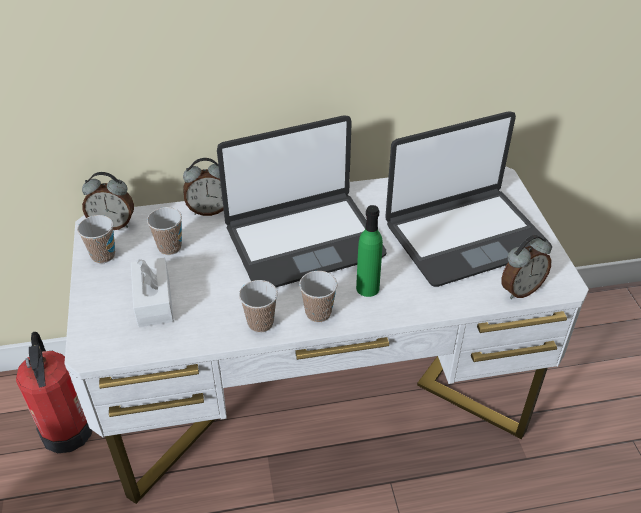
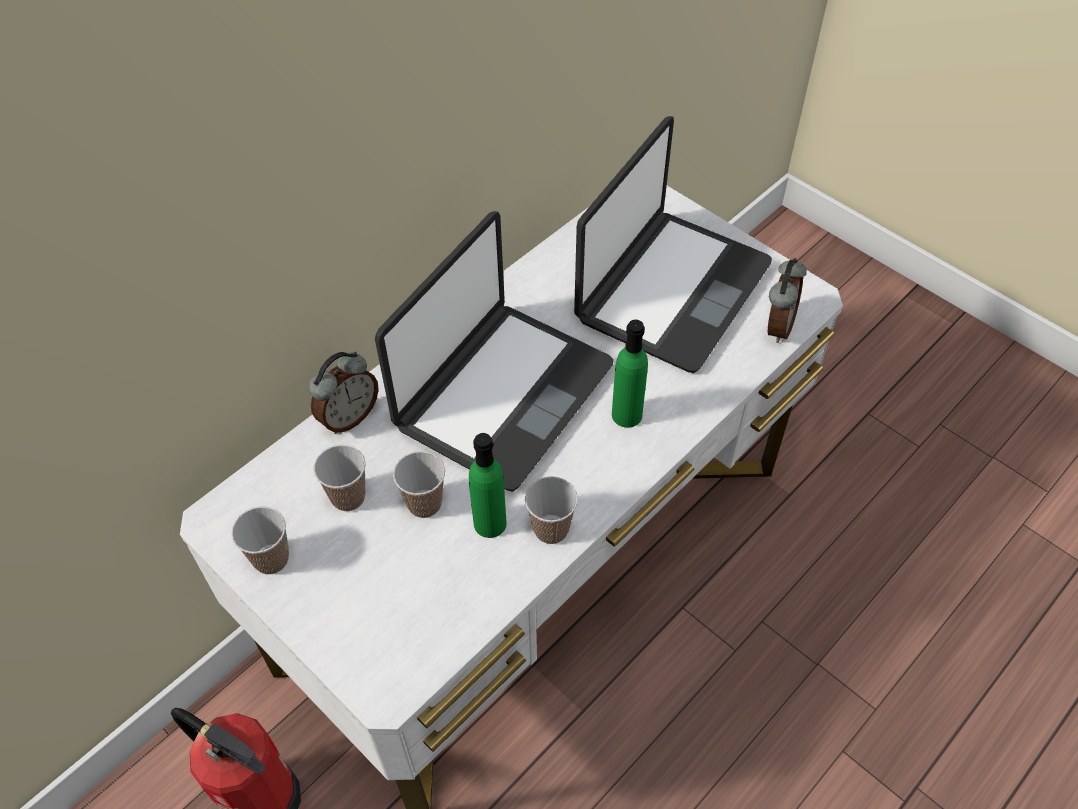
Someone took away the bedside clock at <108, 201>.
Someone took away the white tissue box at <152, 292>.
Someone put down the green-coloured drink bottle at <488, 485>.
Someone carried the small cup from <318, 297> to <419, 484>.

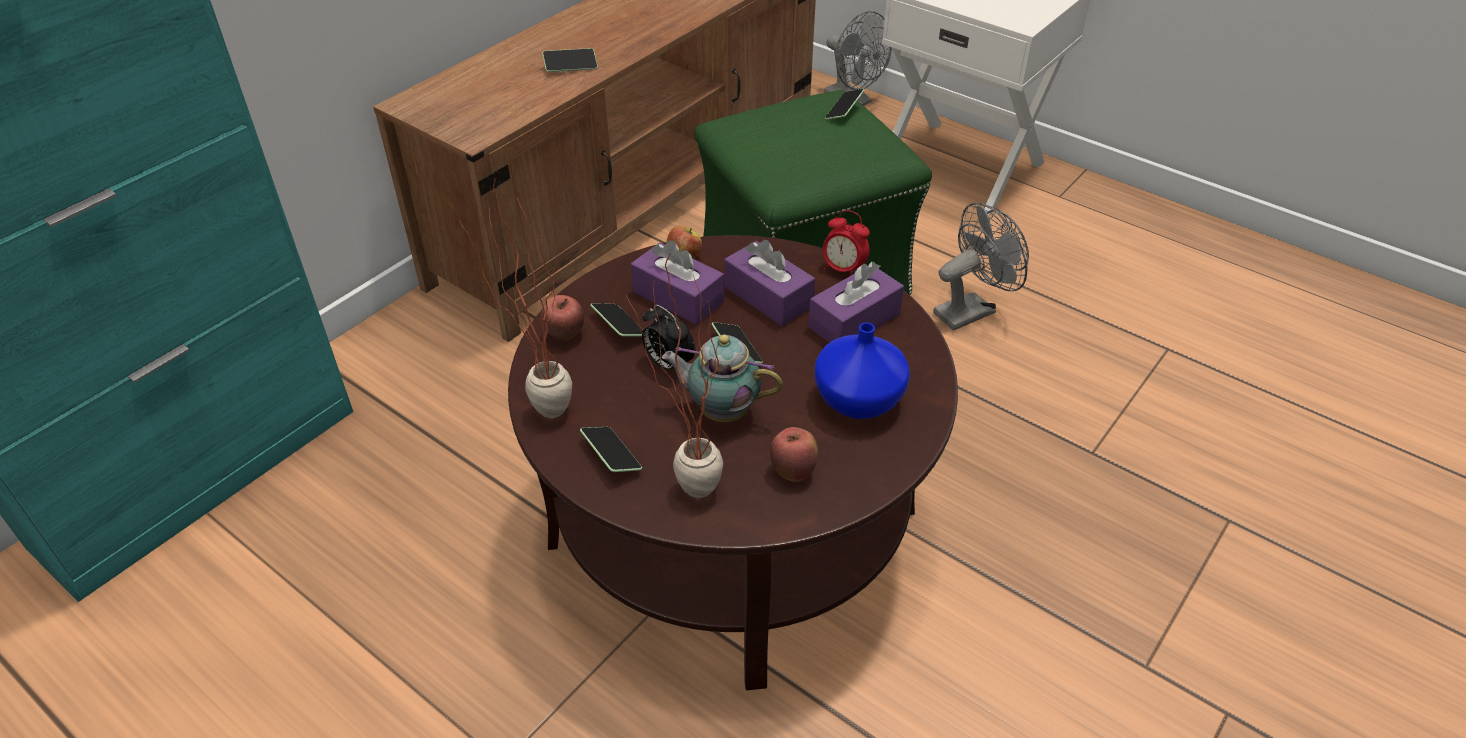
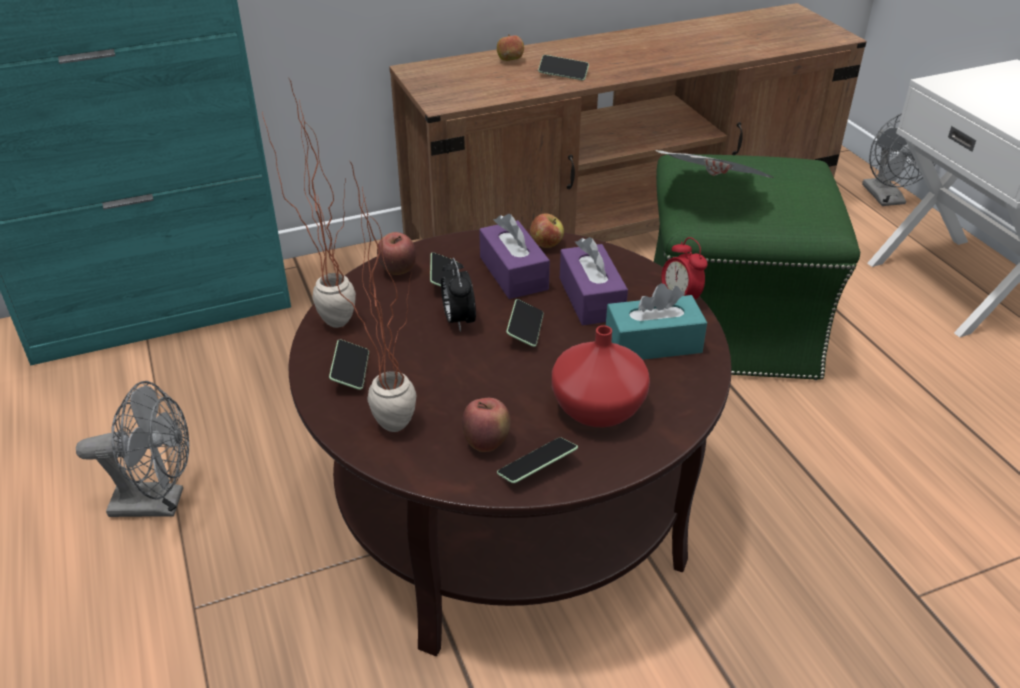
Someone took away the teapot at <722, 378>.
Someone put down the apple fruit at <510, 47>.
Someone put down the printed paper at <714, 164>.
Someone carried the phone from <845, 104> to <537, 460>.
Someone carried the grey electric fan from <981, 266> to <132, 449>.
Someone repainted the purple tissue box at <856, 302>, which became the turquoise-coloured tissue box at <656, 321>.
Someone repainted the bluish decorative vase at <862, 370>, which became the red-coloured decorative vase at <601, 376>.

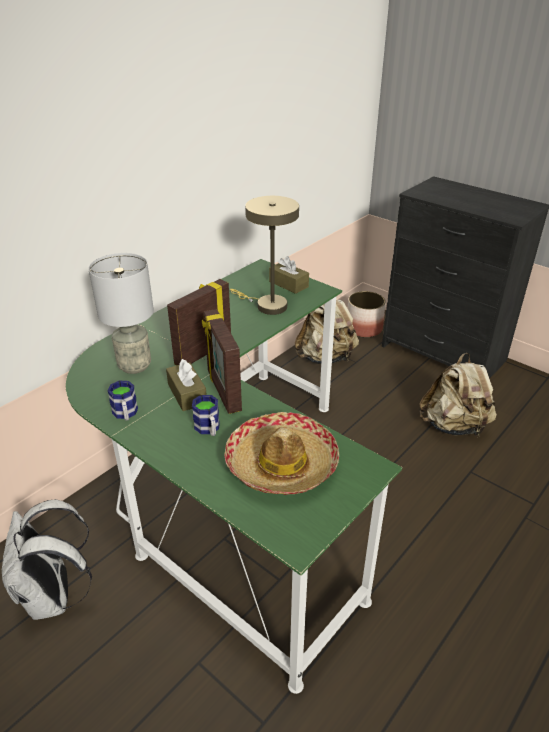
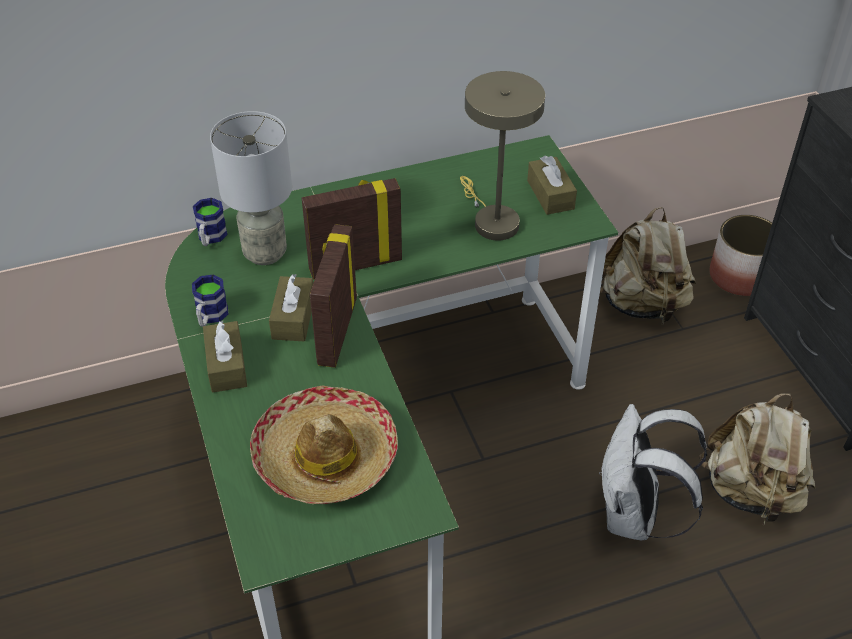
Someone put down the brown-coloured tissue box at <225, 357>.
Someone carried the white backpack from <47, 559> to <653, 472>.
Someone carried the tea mug from <206, 415> to <210, 222>.

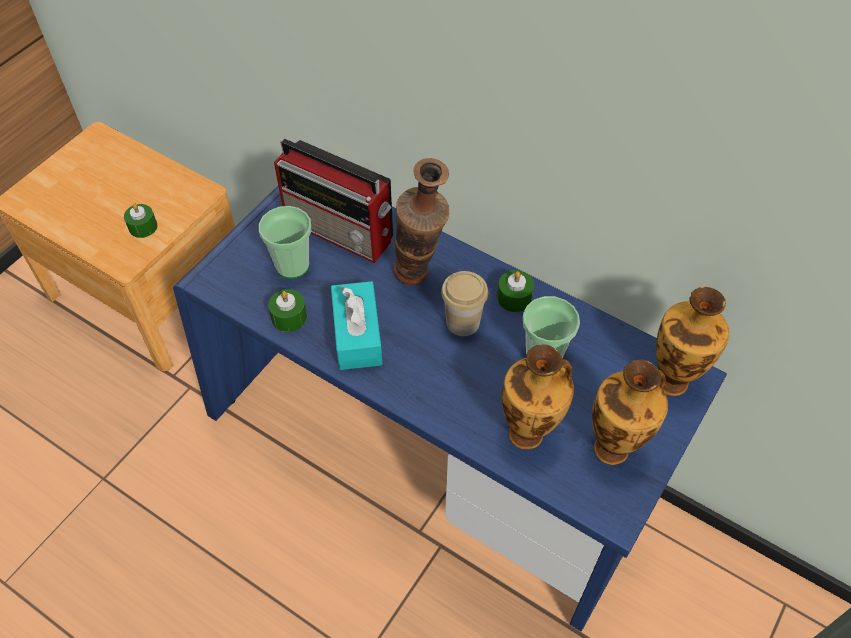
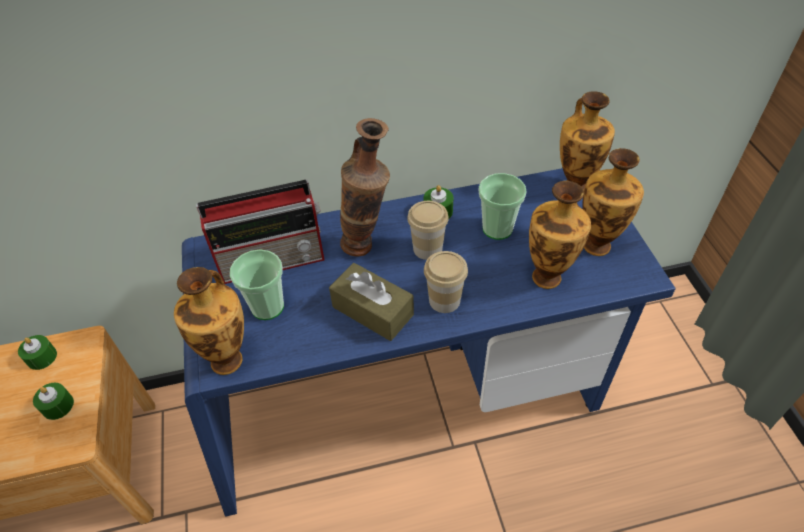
Someone put down the decorative vase at <209, 321>.
Someone put down the small cup at <446, 282>.
Someone carried the green-coloured wax light from <287, 310> to <37, 352>.
Someone repainted the turquoise-coloured tissue box at <357, 325>, which became the brown-coloured tissue box at <371, 302>.

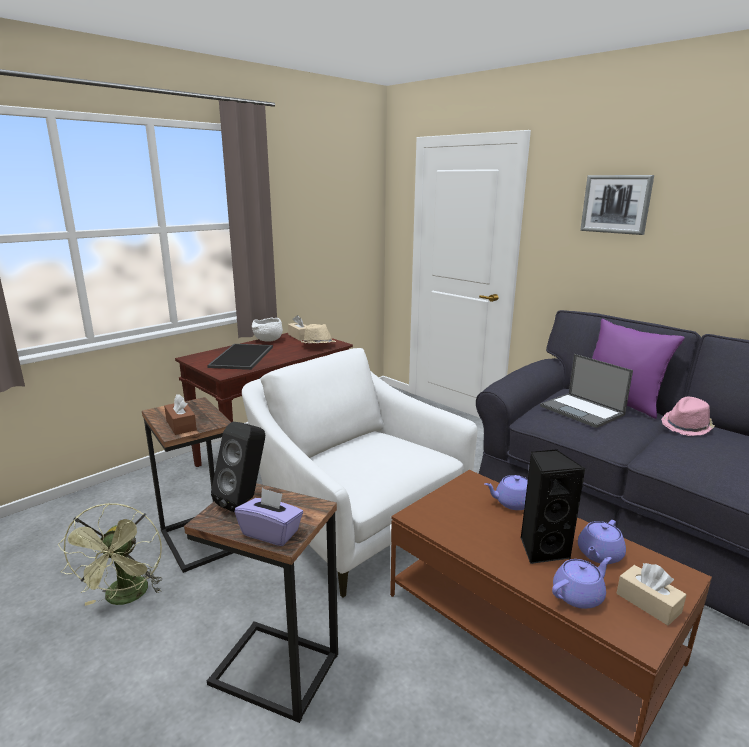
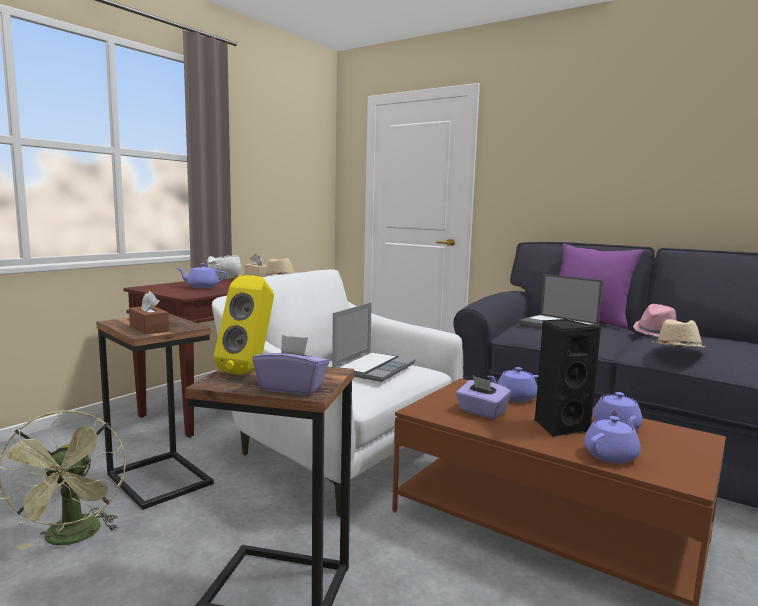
Someone took away the wall art at <617, 205>.
Someone took away the beige tissue box at <652, 594>.
Someone put down the laptop at <373, 342>.
Someone put down the purple tissue box at <483, 397>.
Someone put down the beige clothing hat at <679, 333>.
Someone swapped the carrying tray at <240, 357> for the purple teapot at <201, 275>.
Someone repainted the black audio speaker at <238, 467>, which became the yellowish audio speaker at <244, 325>.

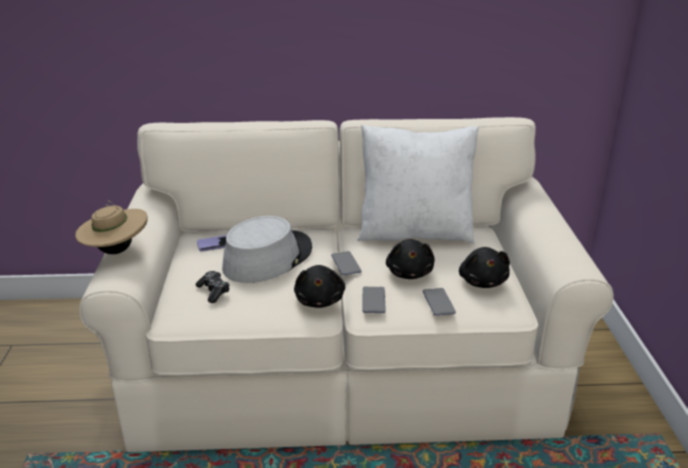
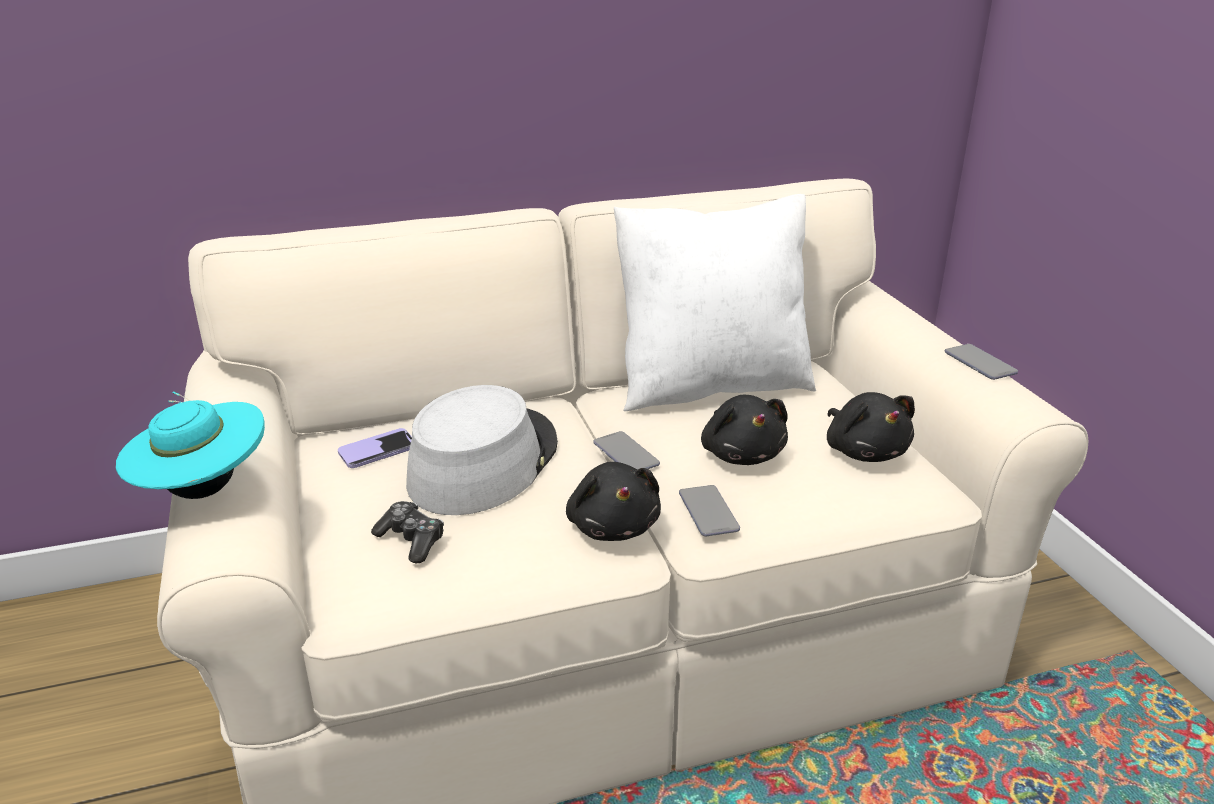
Someone carried the phone from <439, 302> to <981, 362>.
Someone repainted the beige clothing hat at <111, 227>, which became the turquoise-coloured clothing hat at <190, 445>.

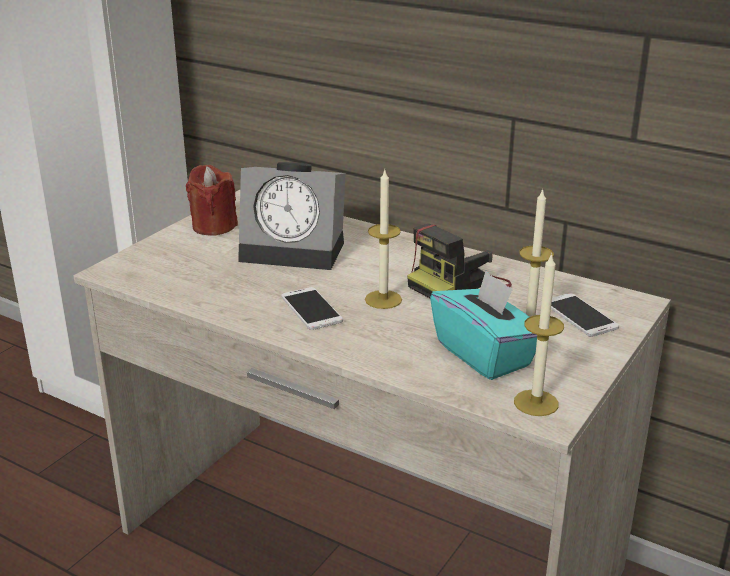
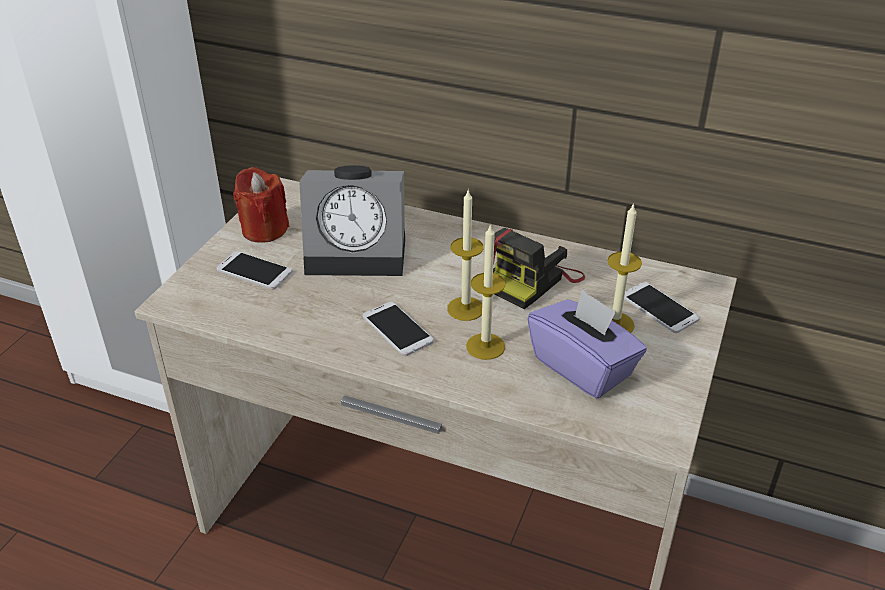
Someone put down the phone at <255, 270>.
Someone carried the wax light from <539, 334> to <486, 292>.
Someone repainted the turquoise-coloured tissue box at <483, 325>, which became the purple tissue box at <587, 344>.

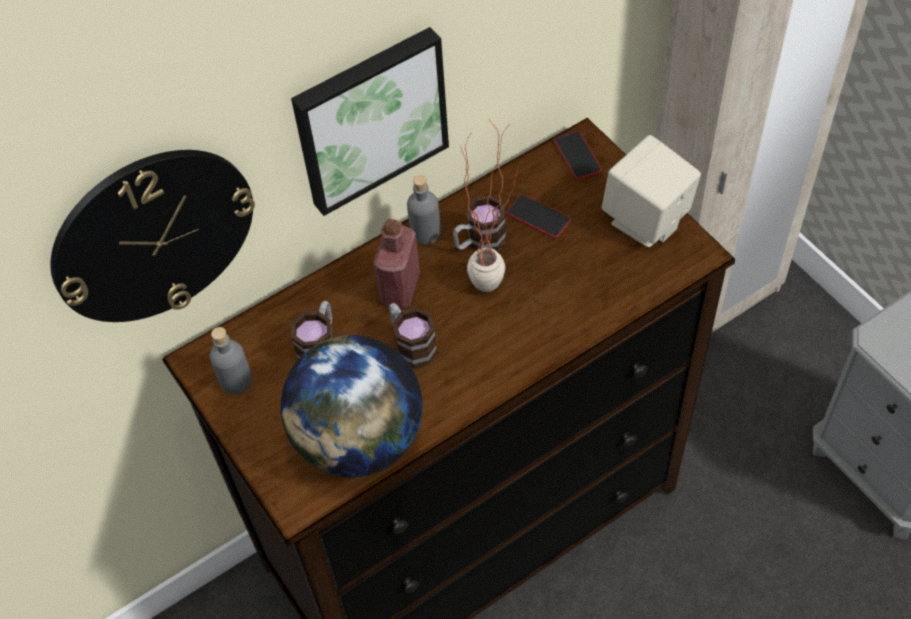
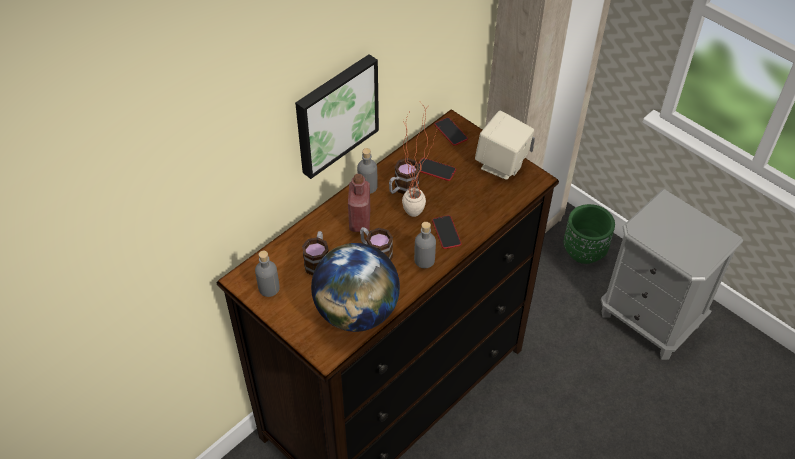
Someone took away the wall clock at <152, 236>.
Someone put down the grey drink bottle at <425, 245>.
Someone put down the phone at <447, 232>.
Someone put down the green-coloured planter at <589, 234>.

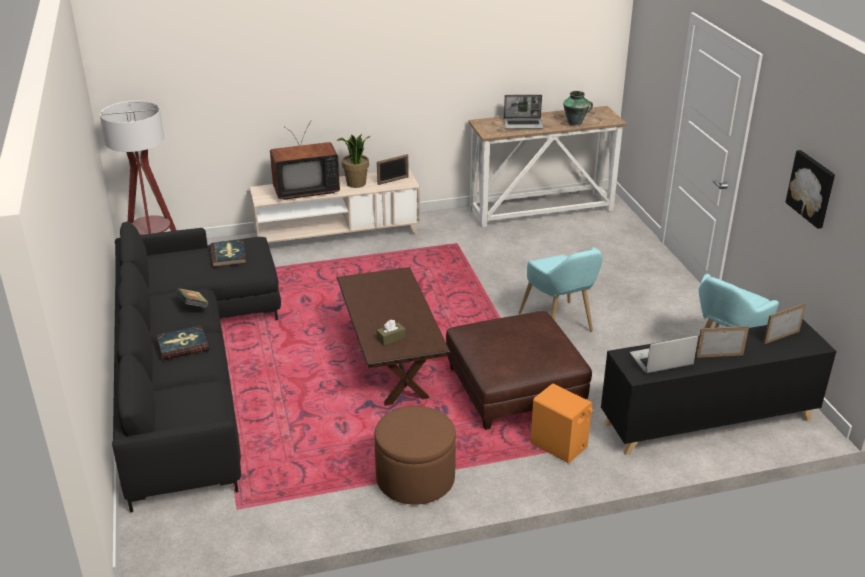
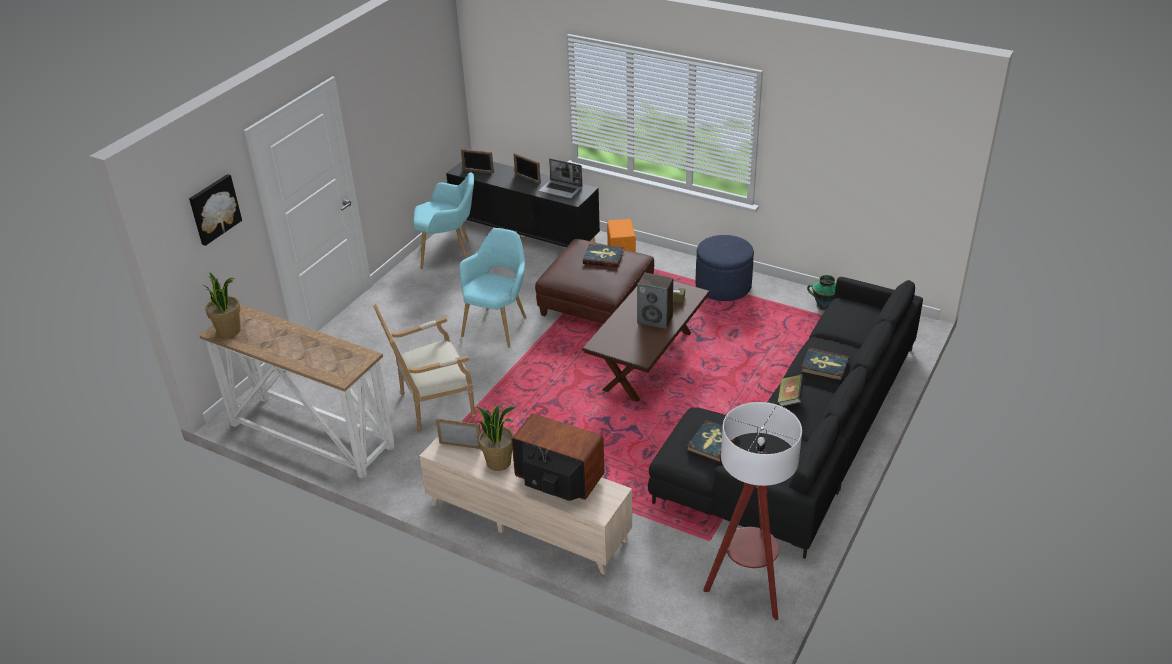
Someone took away the laptop at <523, 112>.
Someone put down the potted plant at <221, 305>.
Someone put down the armchair at <424, 368>.
Someone put down the book at <603, 255>.
Someone put down the audio speaker at <655, 301>.
Someone carried the decorative vase from <578, 109> to <821, 292>.
Someone carried the wall art from <810, 189> to <215, 210>.
Someone repainted the brown-coloured footrest at <415, 455>, which became the bluish footrest at <725, 268>.

